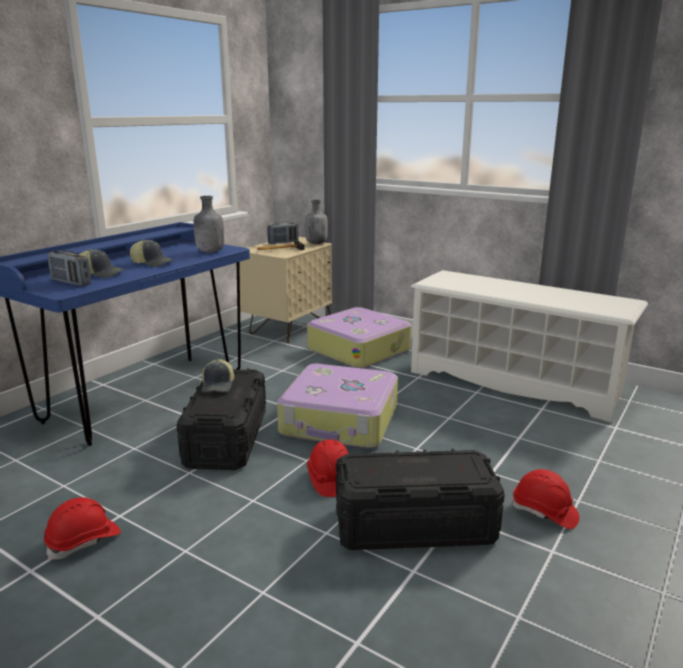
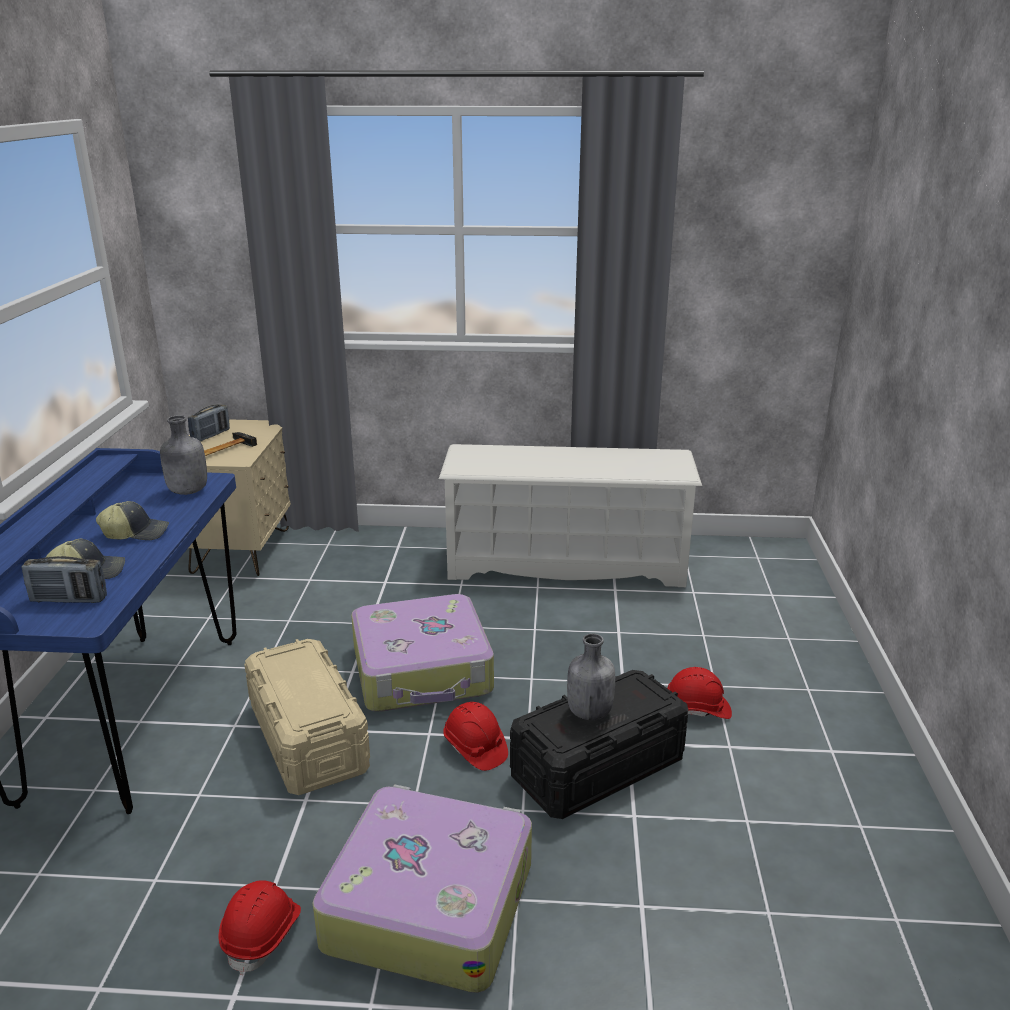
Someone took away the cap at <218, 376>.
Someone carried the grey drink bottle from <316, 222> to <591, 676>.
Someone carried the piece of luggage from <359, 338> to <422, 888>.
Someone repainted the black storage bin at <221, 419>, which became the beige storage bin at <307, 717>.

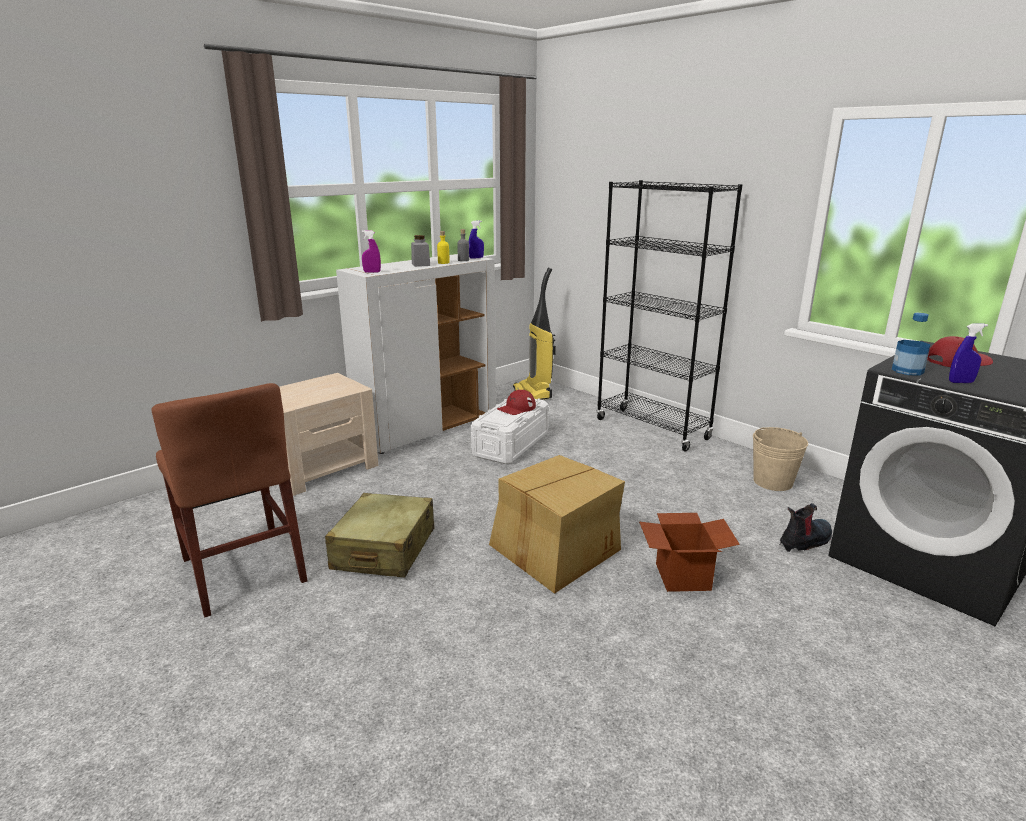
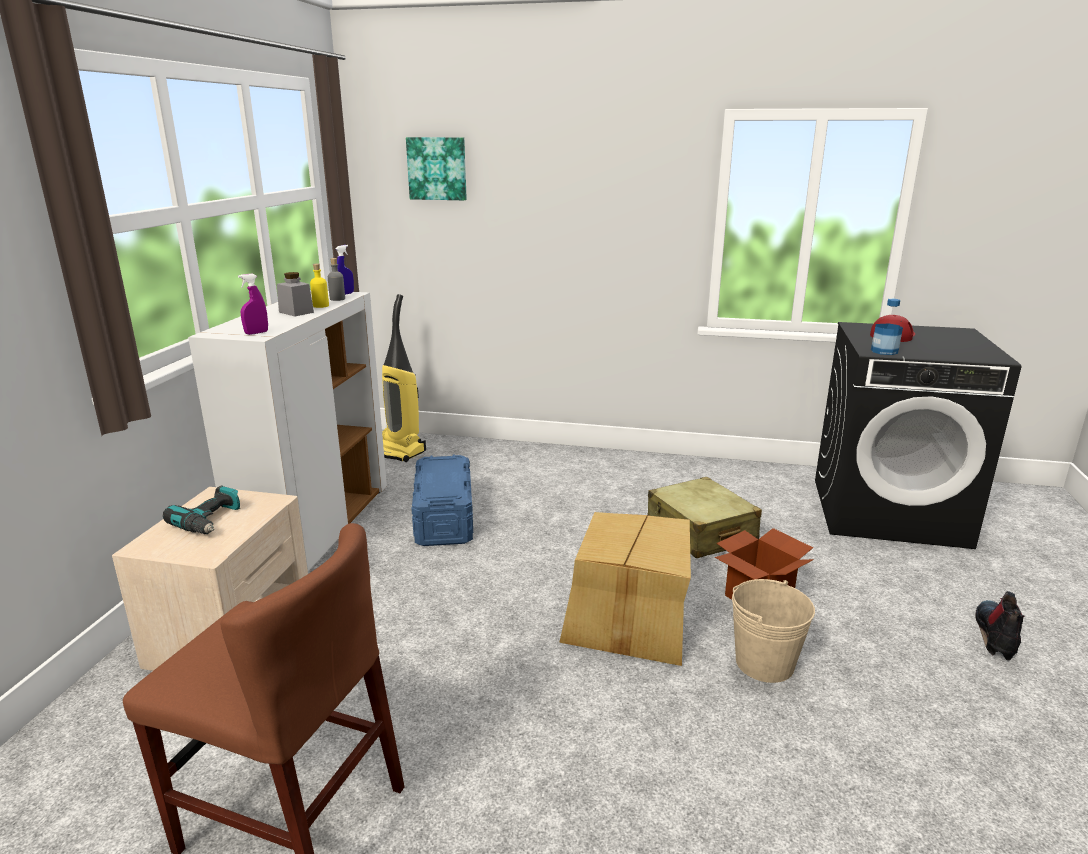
Someone took away the red-coloured cap at <516, 402>.
Someone took away the black bookshelf at <669, 315>.
Someone took away the bluish spray bottle at <968, 353>.
Someone put down the electric drill at <201, 509>.
Someone put up the wall art at <436, 168>.
Someone carried the beige piece of luggage from <379, 535> to <705, 517>.
Someone carried the beige bucket from <780, 459> to <773, 631>.
Someone carried the boot from <806, 527> to <999, 625>.
Someone repainted the white storage bin at <510, 431>, which became the bluish storage bin at <442, 500>.

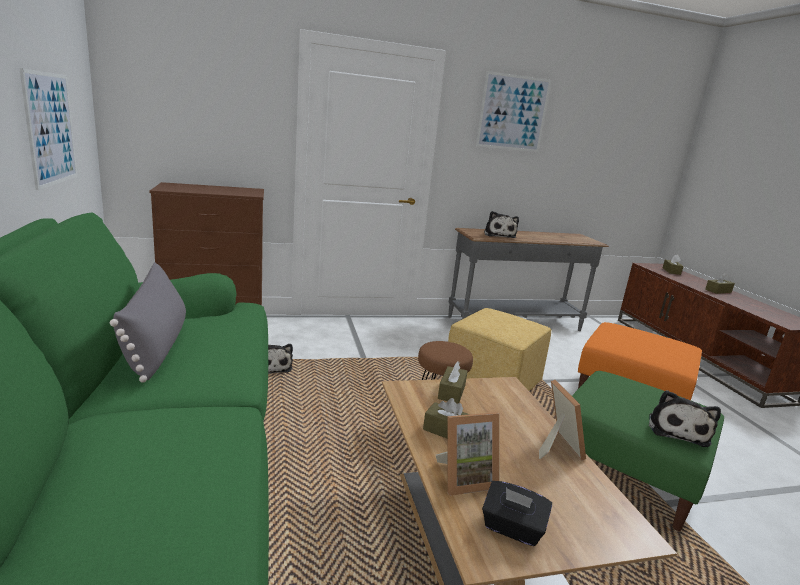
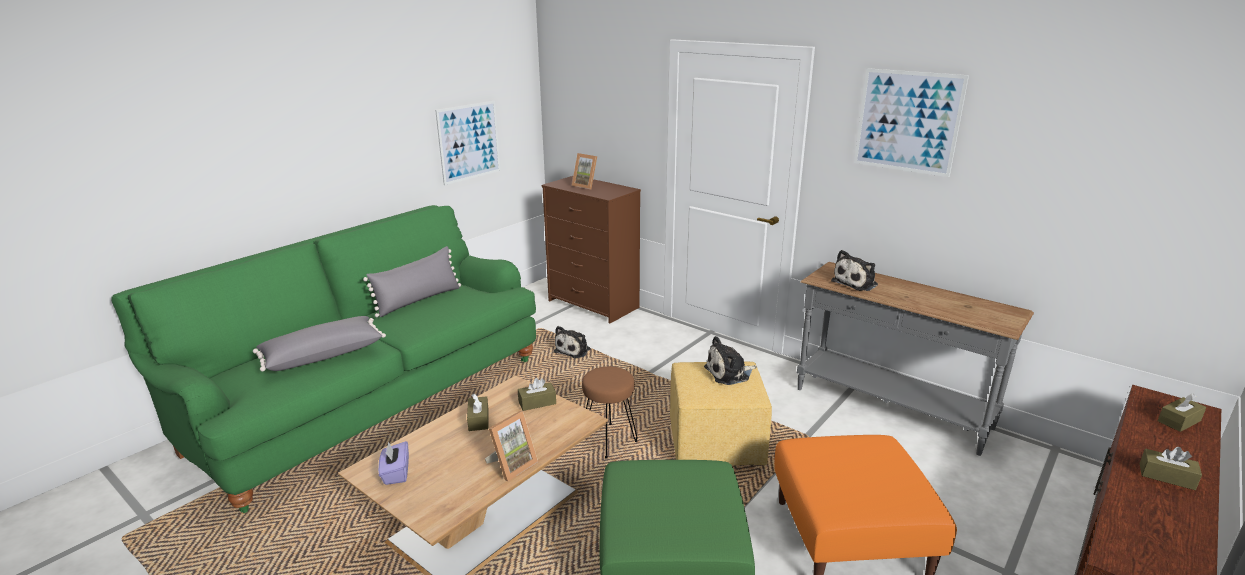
Someone put down the grey throw pillow at <319, 344>.
Someone carried the standing frame from <468, 454> to <584, 171>.
Someone carried the soft toy from <685, 418> to <730, 360>.
Someone repainted the black tissue box at <517, 513>, which became the purple tissue box at <393, 463>.

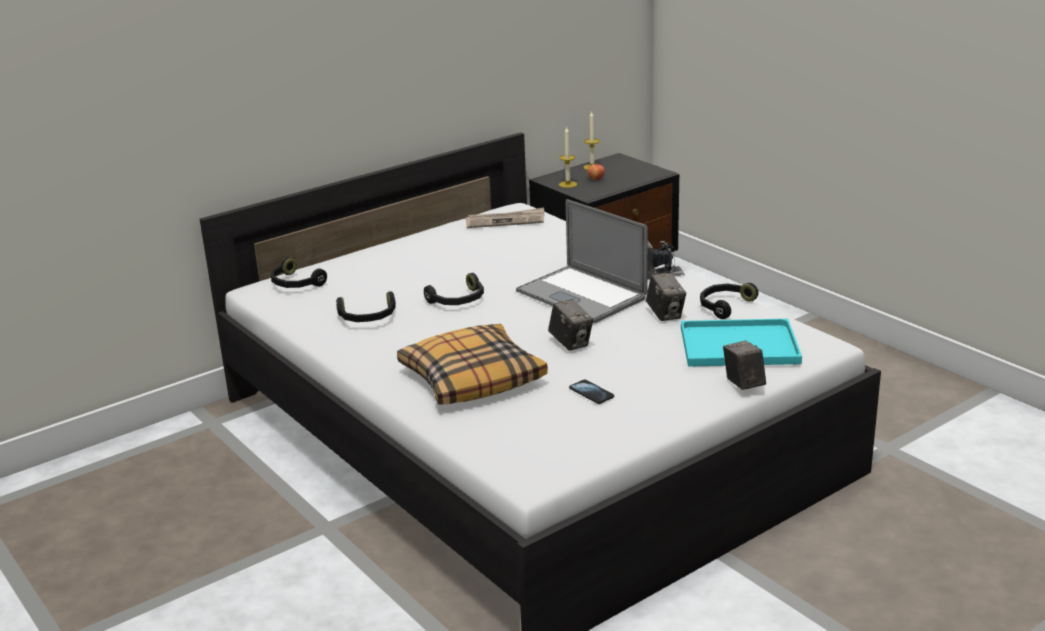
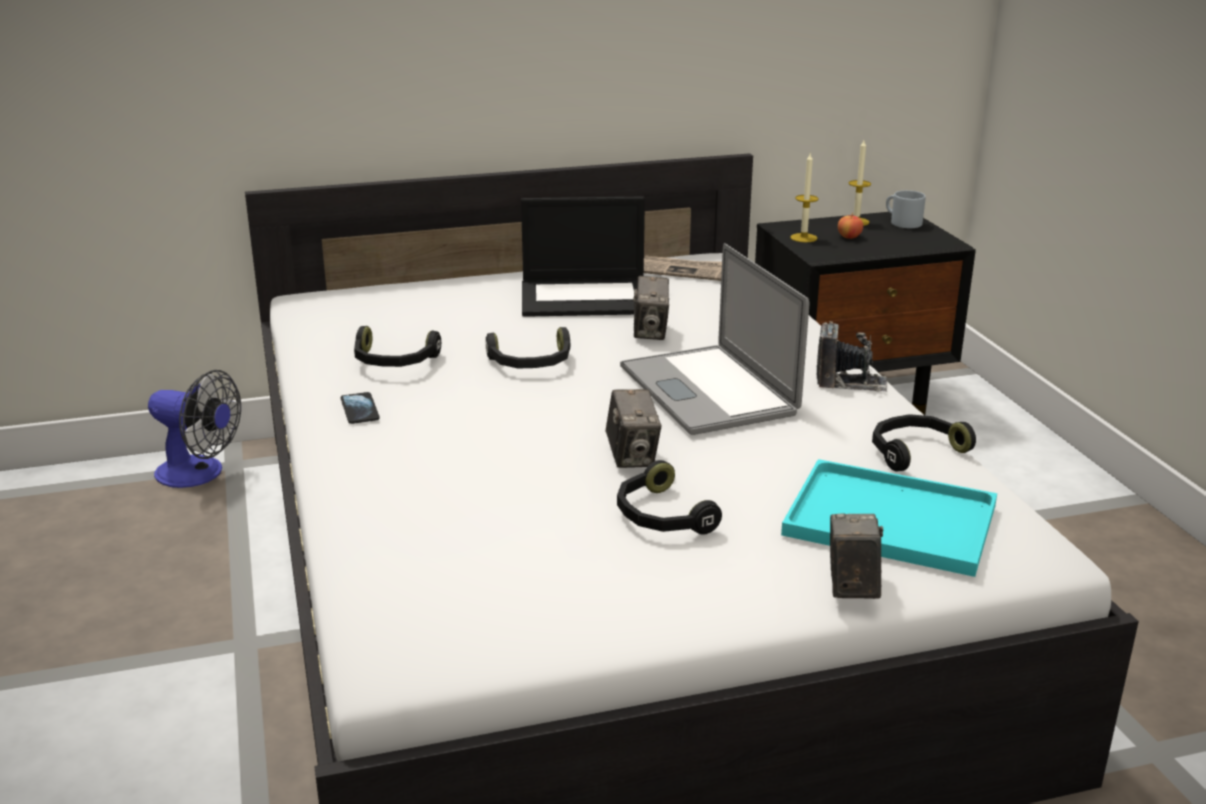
Someone took away the throw pillow at <472, 364>.
Someone put down the electric fan at <194, 429>.
Someone put down the laptop at <583, 257>.
Someone put down the grey tea mug at <906, 209>.
Someone carried the black headphones from <299, 272> to <669, 497>.
Someone carried the phone from <591, 391> to <360, 408>.
Someone carried the still camera from <666, 297> to <651, 308>.

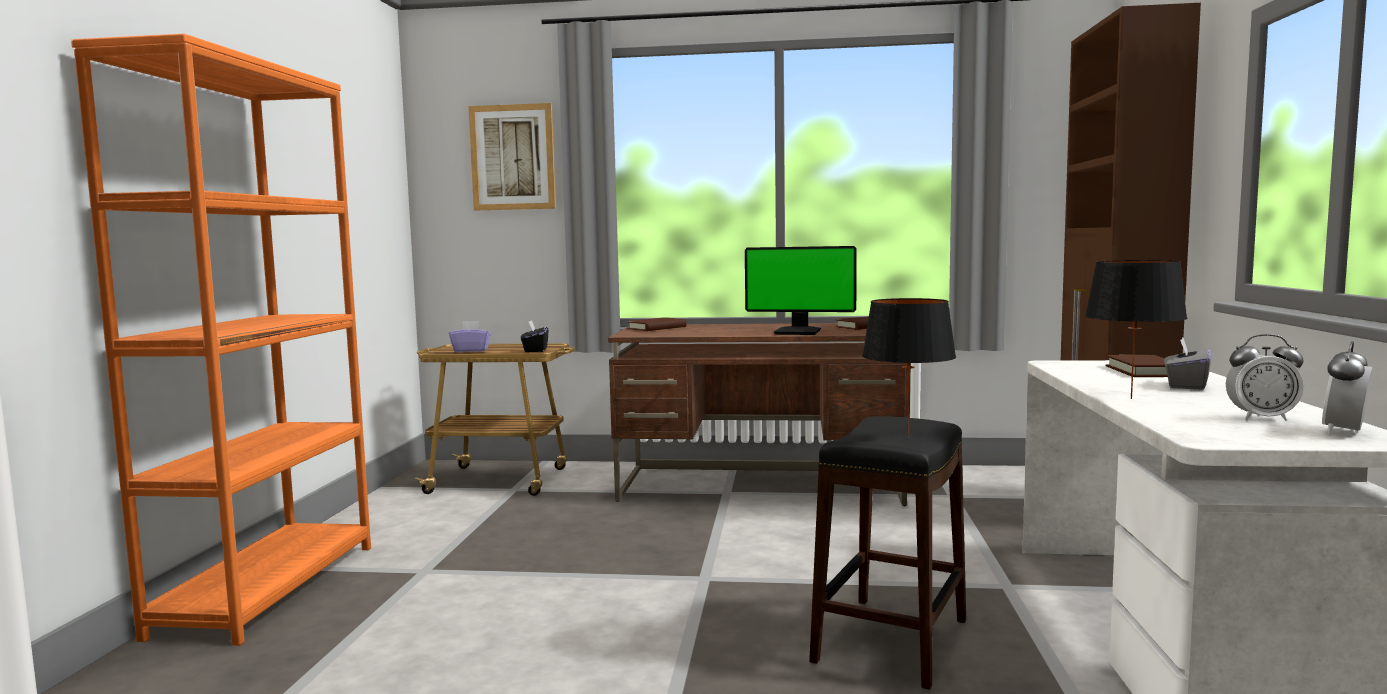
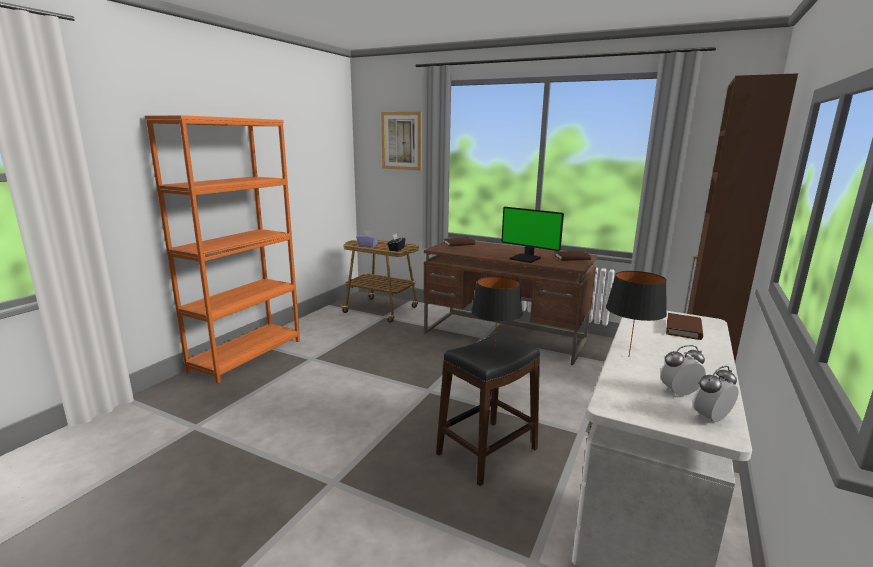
Someone took away the grey tissue box at <1187, 364>.
Someone rotated the bedside clock at <1265, 377> by 135 degrees clockwise.

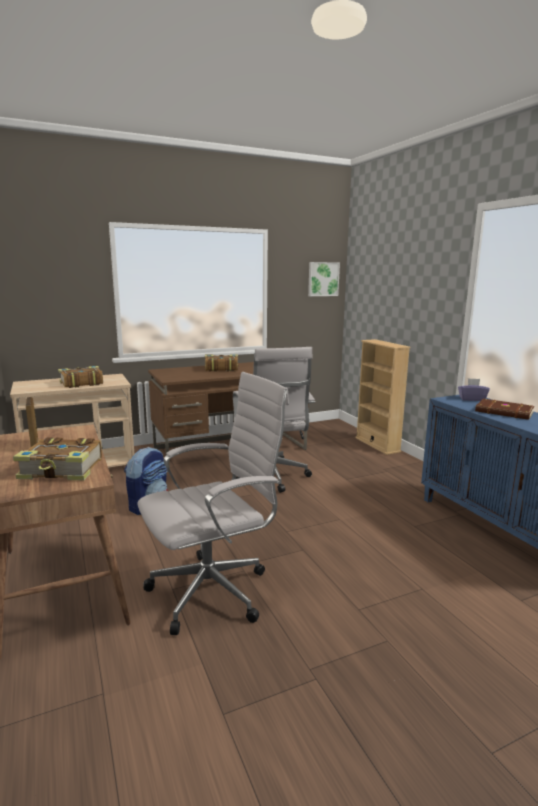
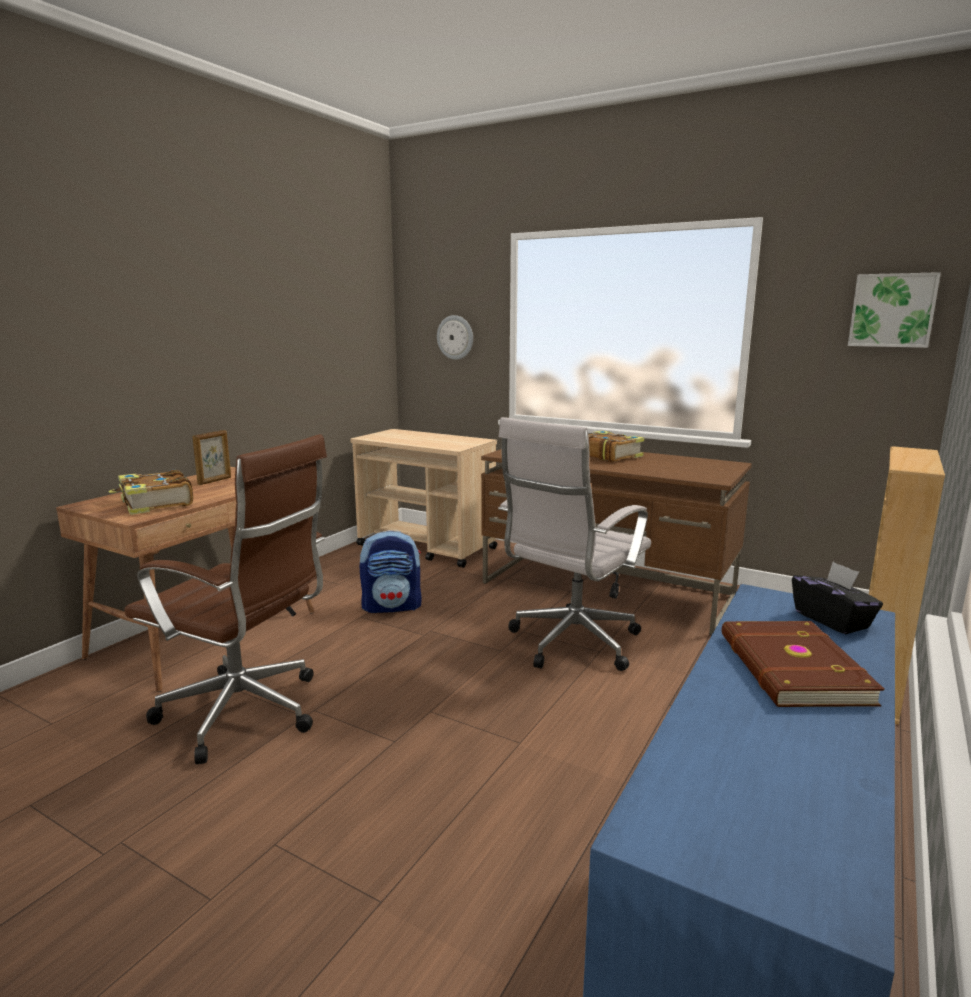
Someone took away the book at <80, 377>.
Someone put up the wall clock at <455, 337>.
Someone repainted the white desk chair at <213, 503>, which became the brown-coloured desk chair at <225, 599>.
Someone repainted the purple tissue box at <474, 389>, which became the black tissue box at <837, 598>.

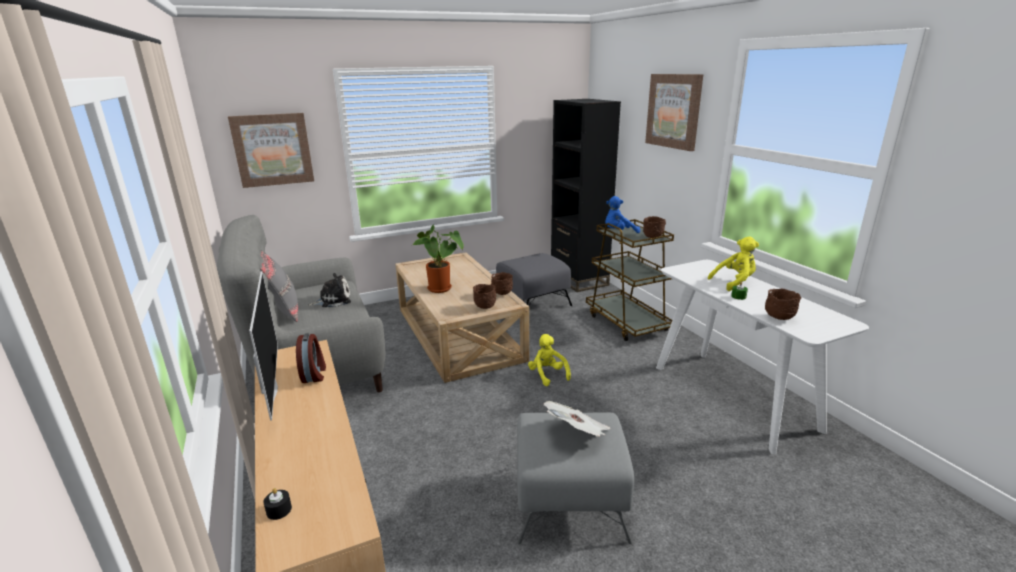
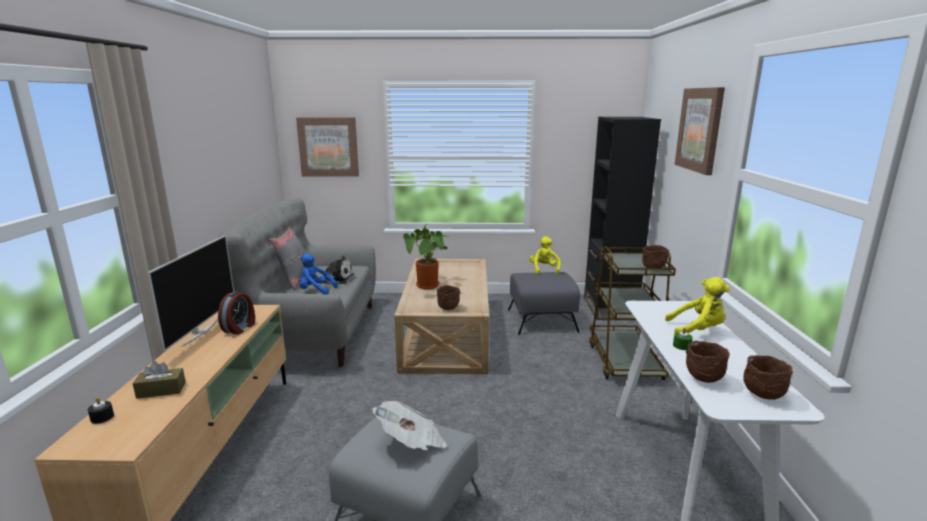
Someone put down the brown-coloured tissue box at <159, 380>.
Someone carried the brown-coloured serving bowl from <502, 283> to <768, 377>.
Someone carried the yellowish soft toy from <549, 360> to <545, 255>.
Someone carried the bluish soft toy from <622, 214> to <319, 274>.

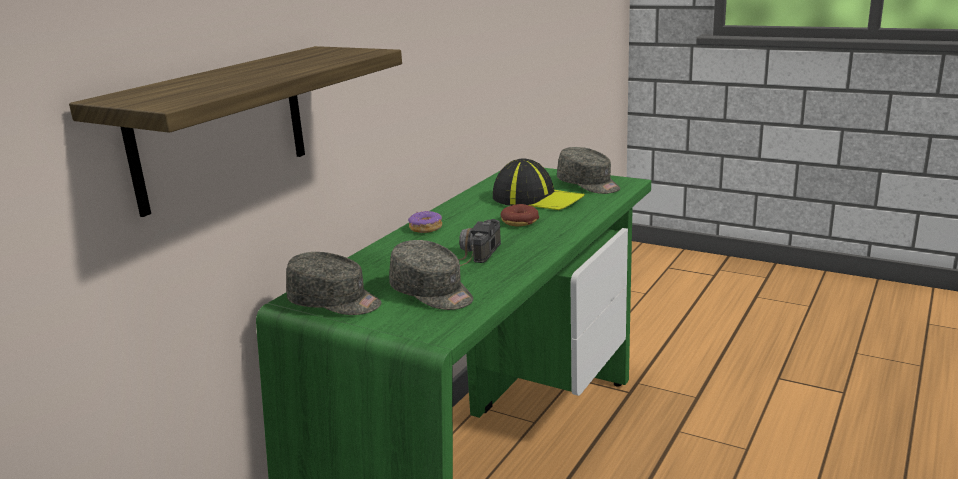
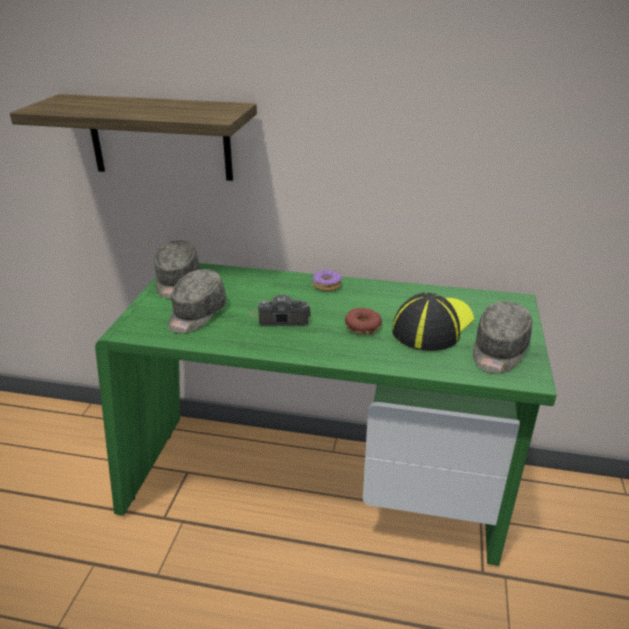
Someone rotated the cap at <539, 184> by 150 degrees counterclockwise.

